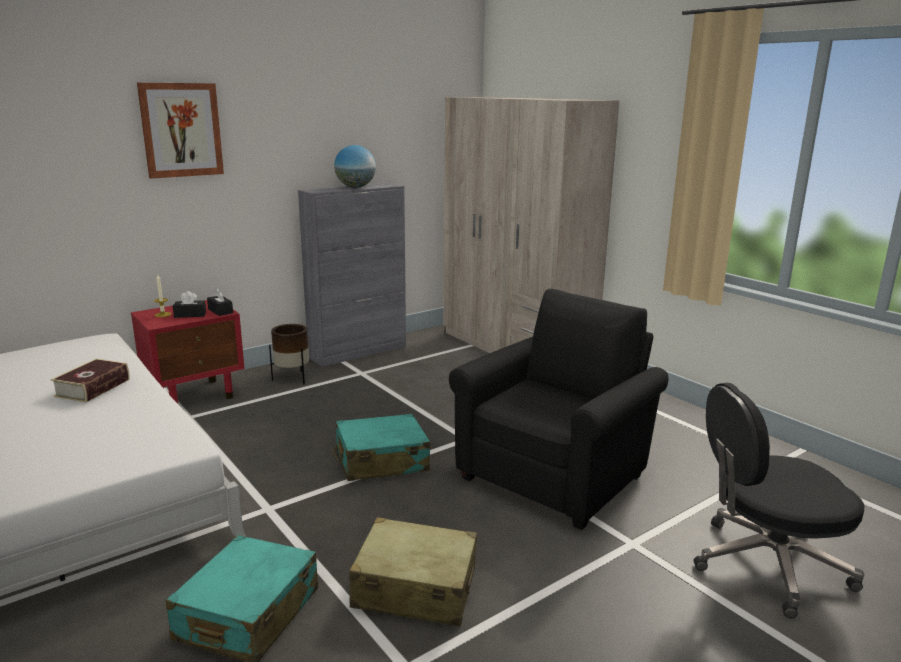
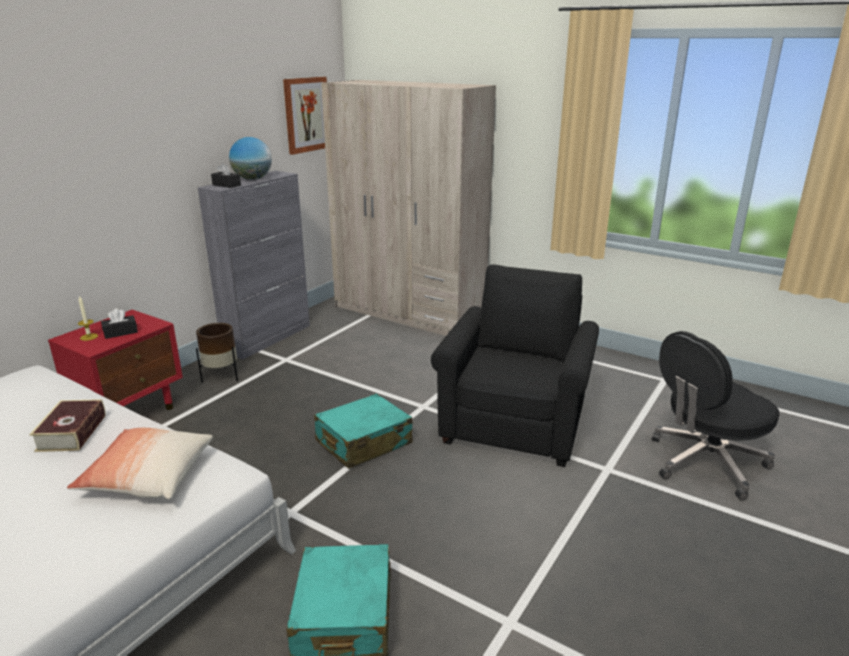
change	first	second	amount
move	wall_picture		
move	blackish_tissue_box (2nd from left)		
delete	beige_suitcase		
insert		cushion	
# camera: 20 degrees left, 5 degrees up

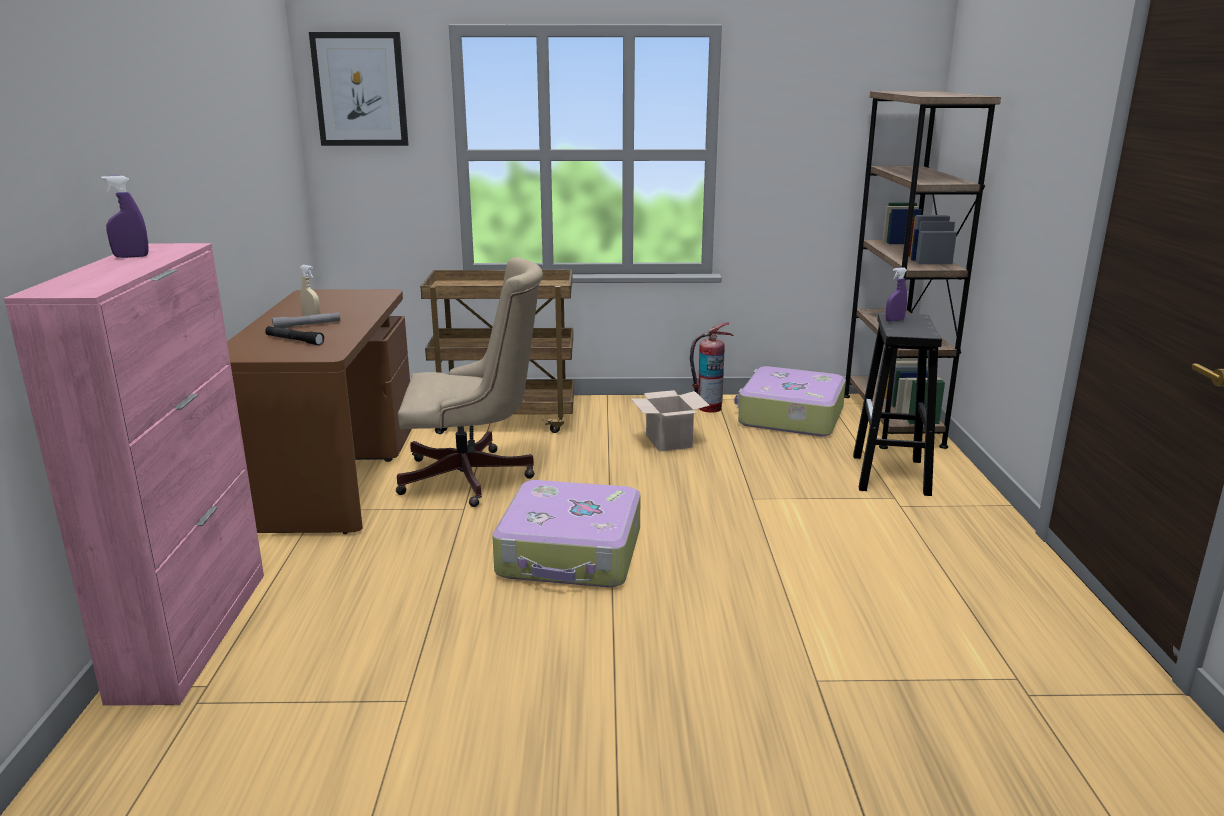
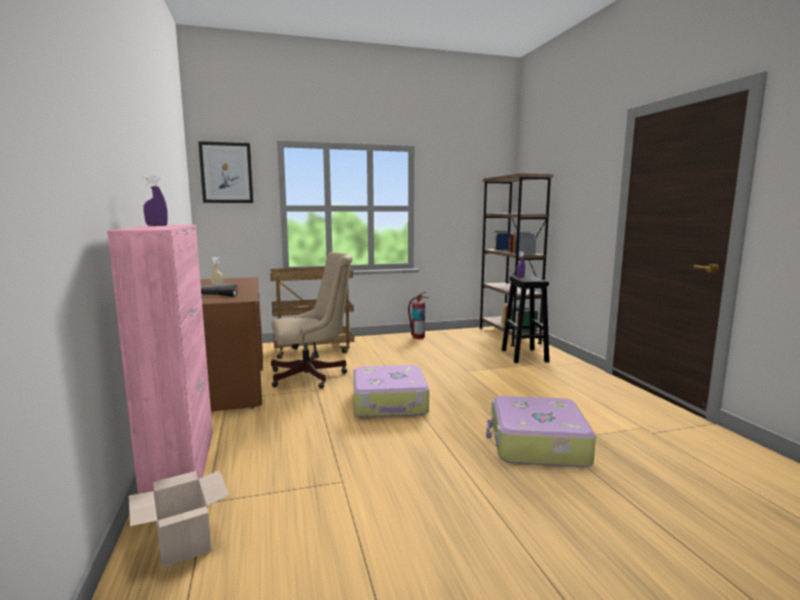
change	first	second	amount
move	carton		
move	suitcase (2nd from left)		
# camera: 15 degrees left, 10 degrees down

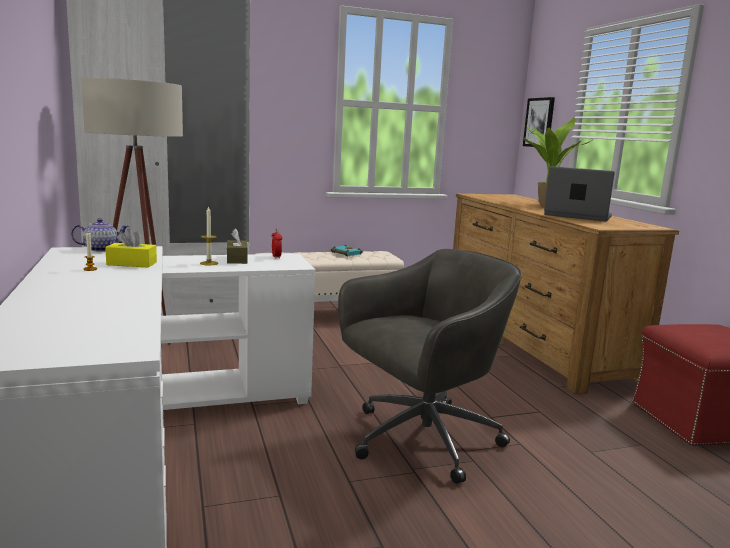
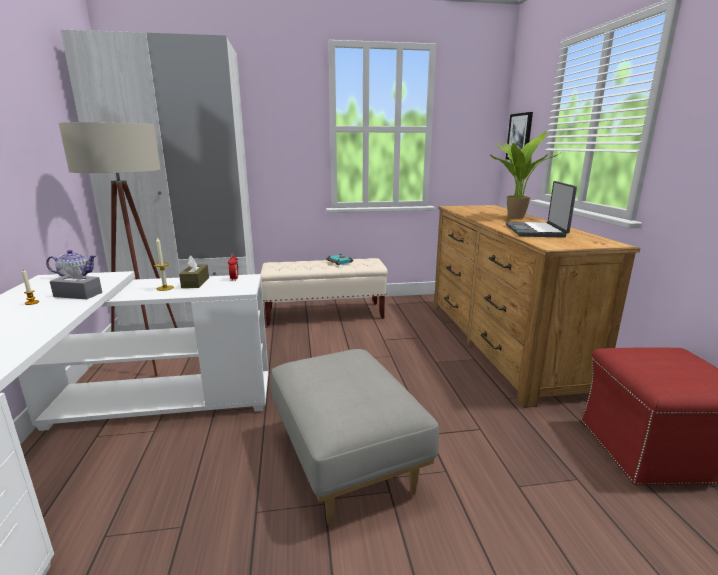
change	first	second	amount
recolor	yellowish_tissue_box	grey_tissue_box	
replace	grey_office_chair	grey_pouffe	
rotate	portable_computer		120 degrees counterclockwise
# camera: 10 degrees right, 5 degrees up

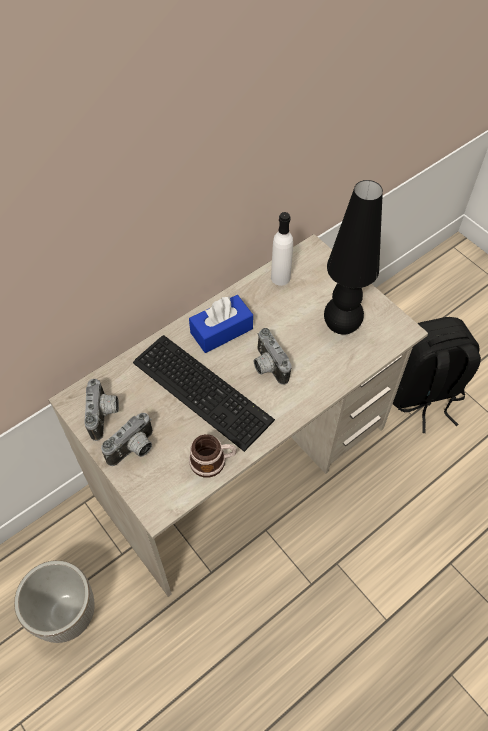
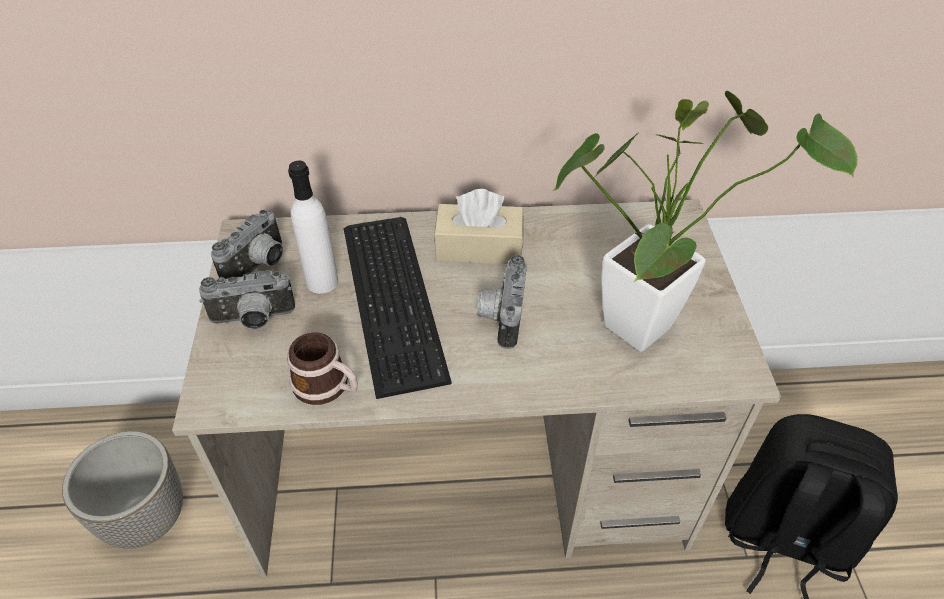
change	first	second	amount
recolor	bluish_tissue_box	beige_tissue_box	
move	whitish_beverage_bottle		
replace	blackish_lamp_for_a_table	potted_plant	
# camera: 35 degrees right, 10 degrees down

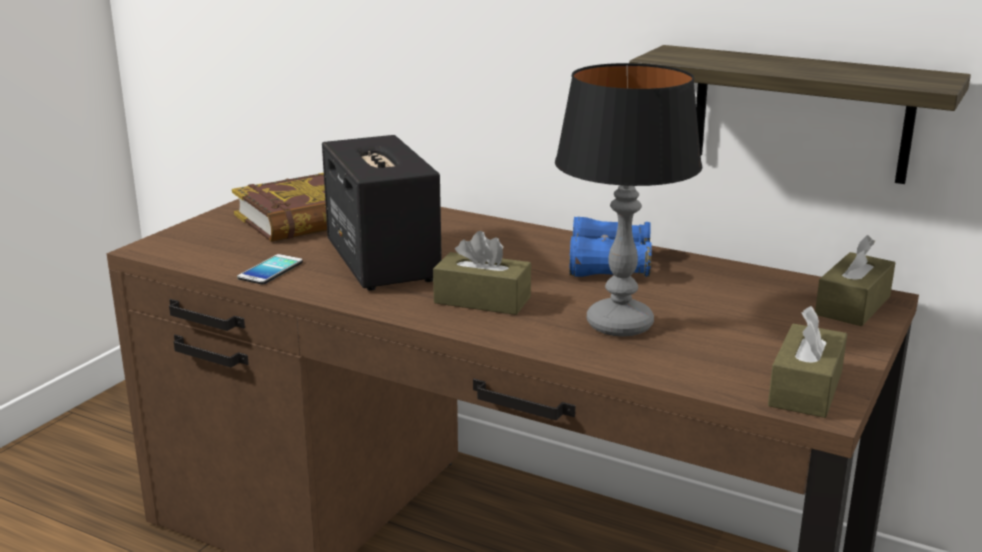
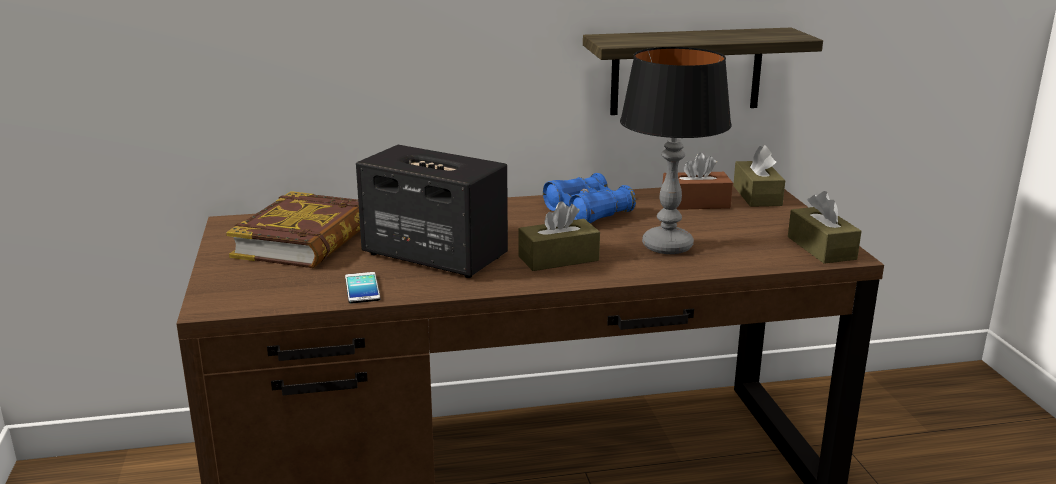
change	first	second	amount
insert		brownish_tissue_box (2nd from left)	
# camera: 40 degrees left, 0 degrees up

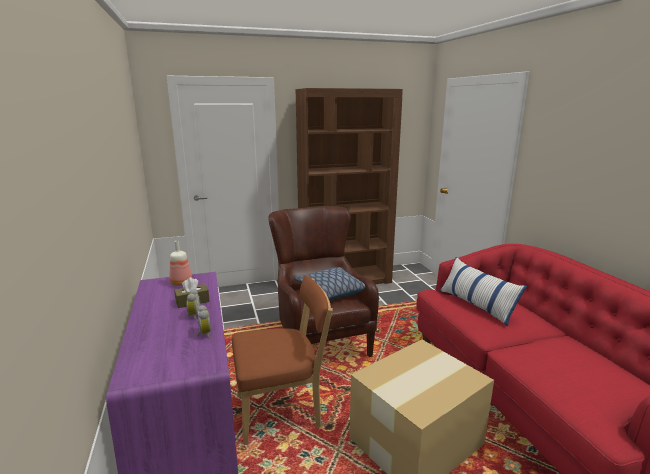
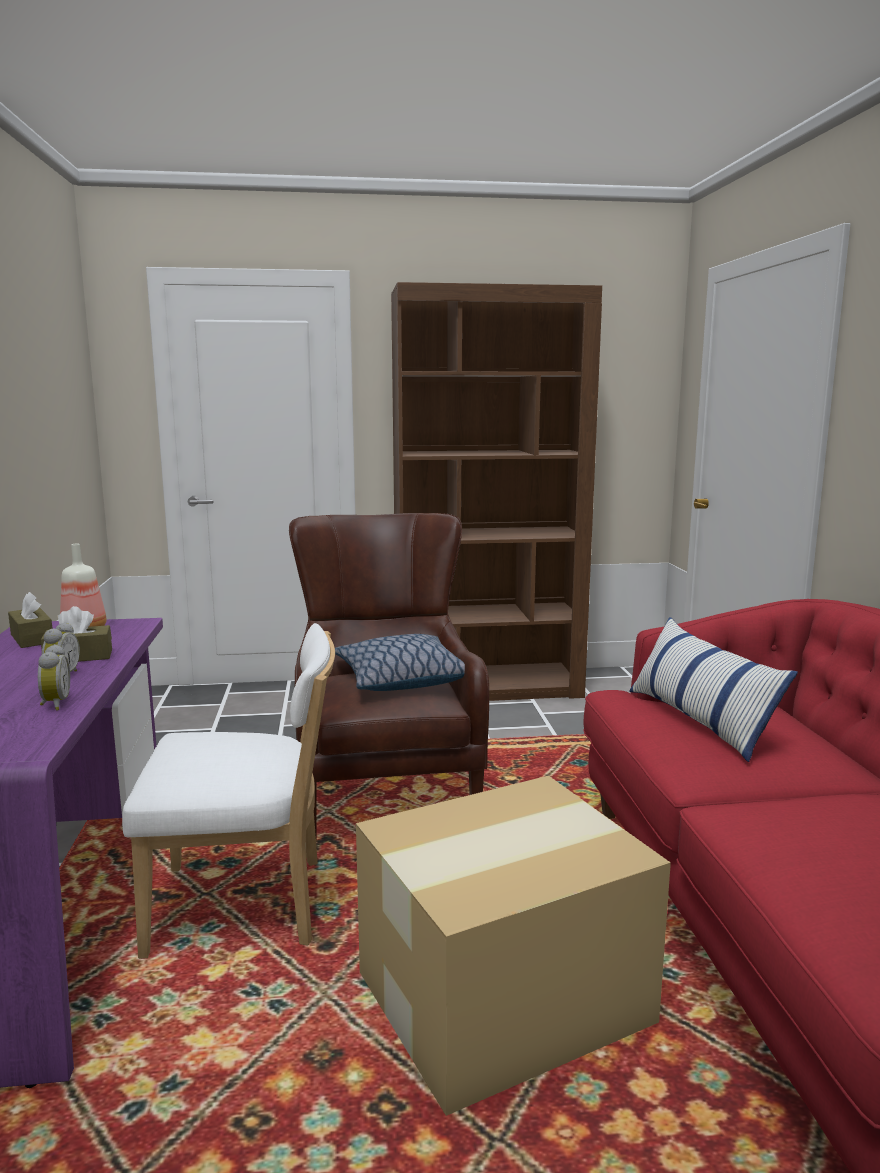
change	first	second	amount
recolor	brownish_upright_chair	whitish_upright_chair	
insert		brownish_tissue_box (1st from left)	
# camera: 10 degrees right, 5 degrees down

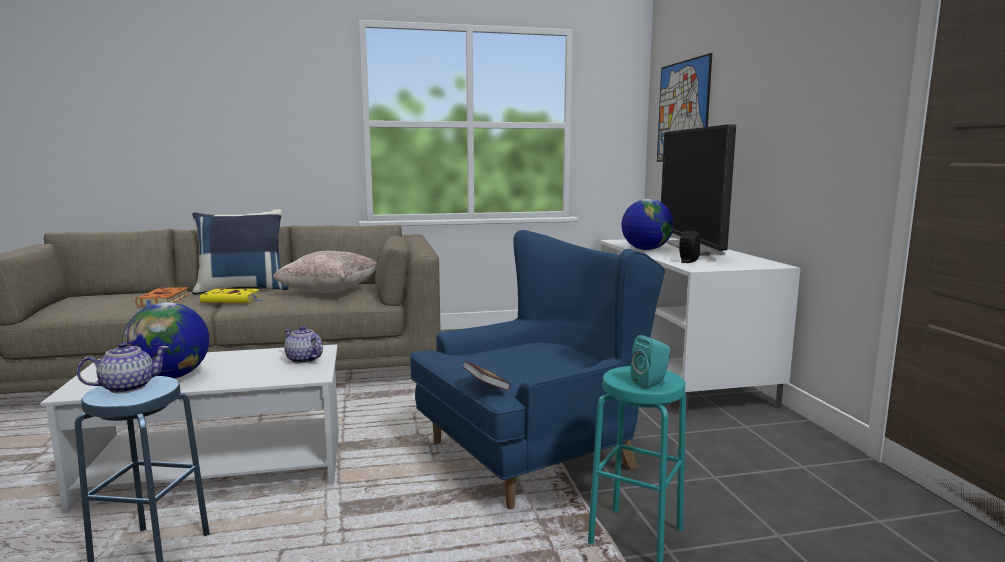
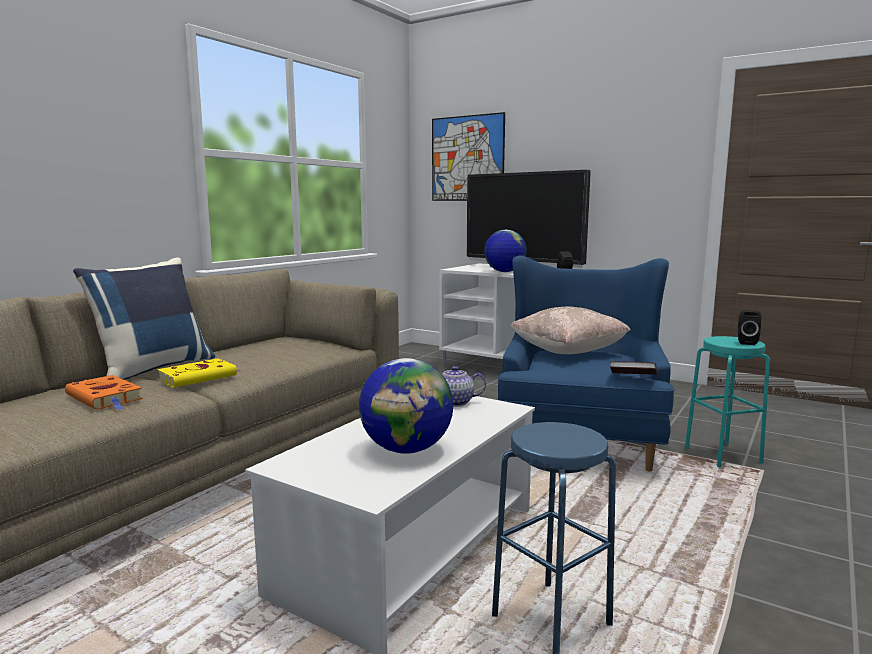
change	first	second	amount
delete	teapot (1st from left)		
move	beige_cushion		
recolor	turquoise-coloured_speaker	blackish_speaker (2nd from left)	
# camera: 45 degrees left, 0 degrees up

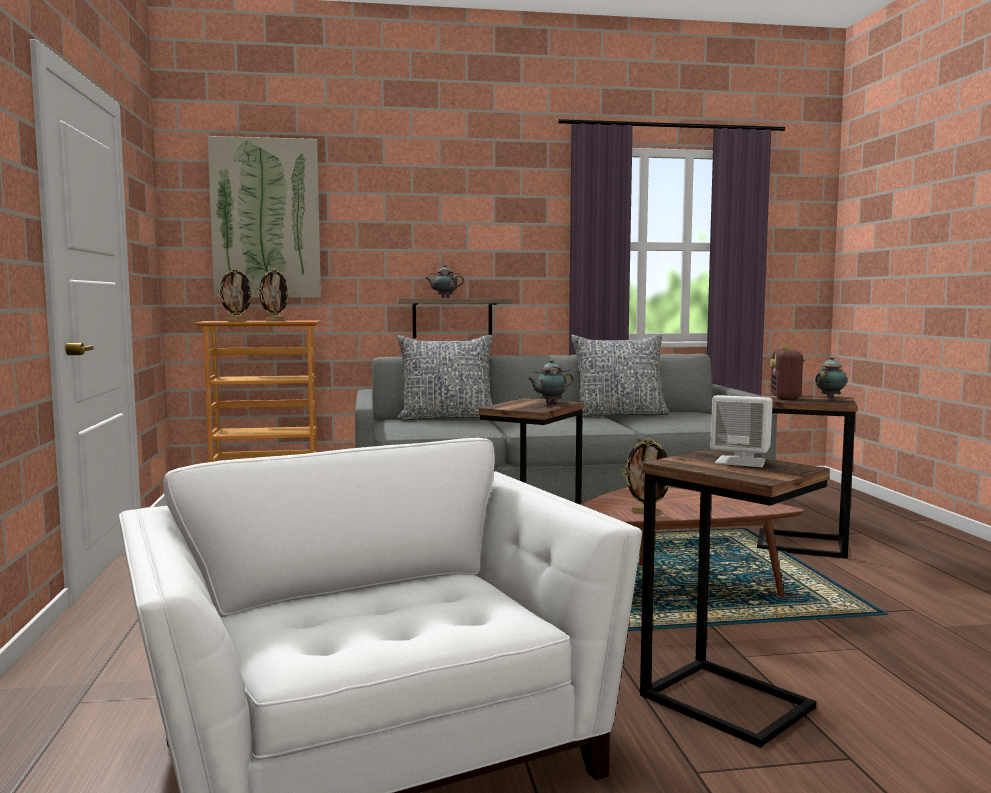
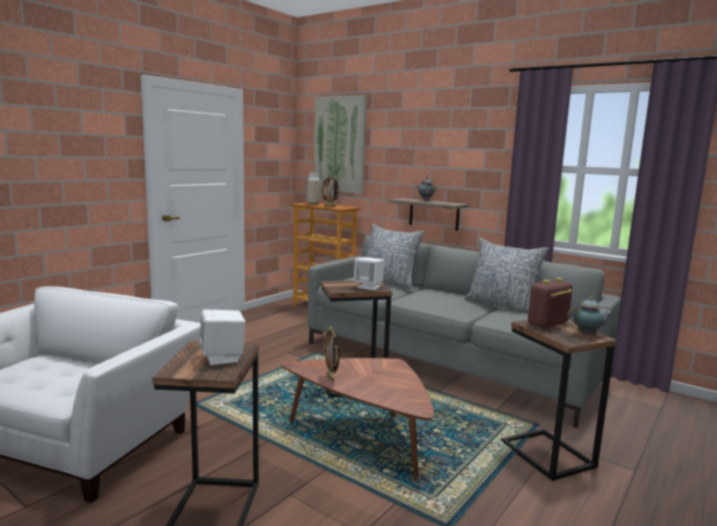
change	first	second	amount
replace	photo_frame (1st from left)	vase	
replace	teapot (2nd from left)	whitish_speaker (2nd from left)	
# camera: 45 degrees right, 5 degrees up

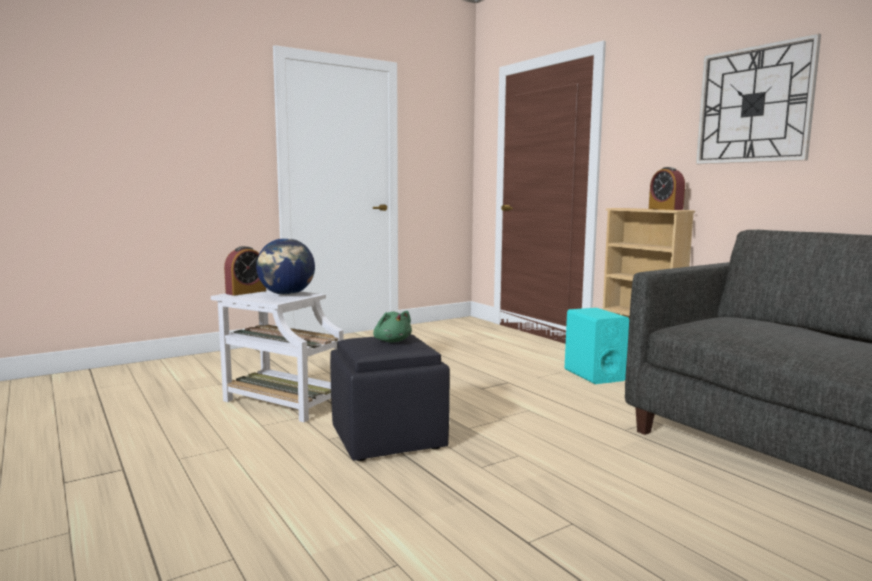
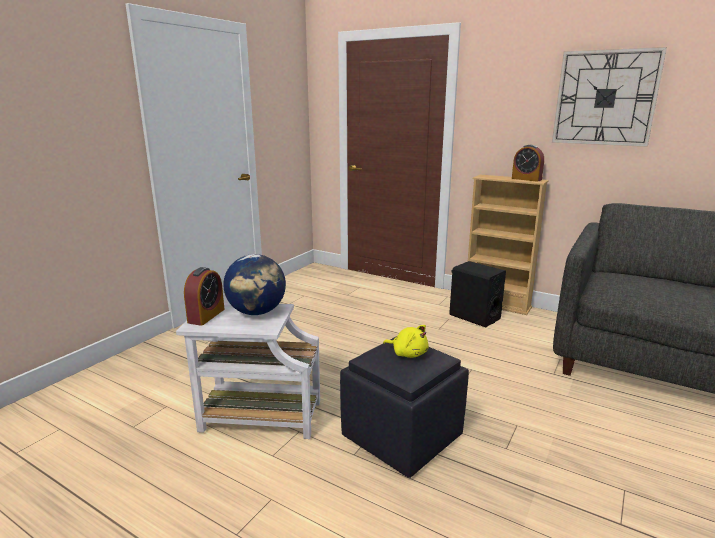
change	first	second	amount
recolor	green-coloured_soft_toy	yellowish_soft_toy	
recolor	turquoise-coloured_speaker	blackish_speaker	
# camera: 25 degrees left, 10 degrees up

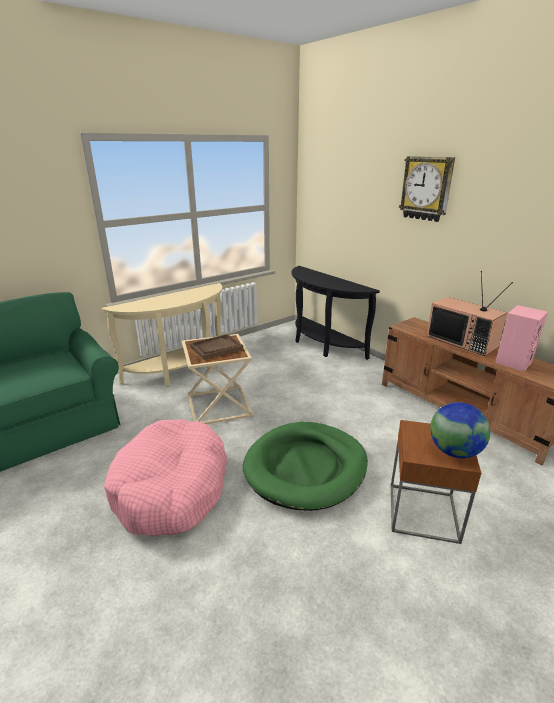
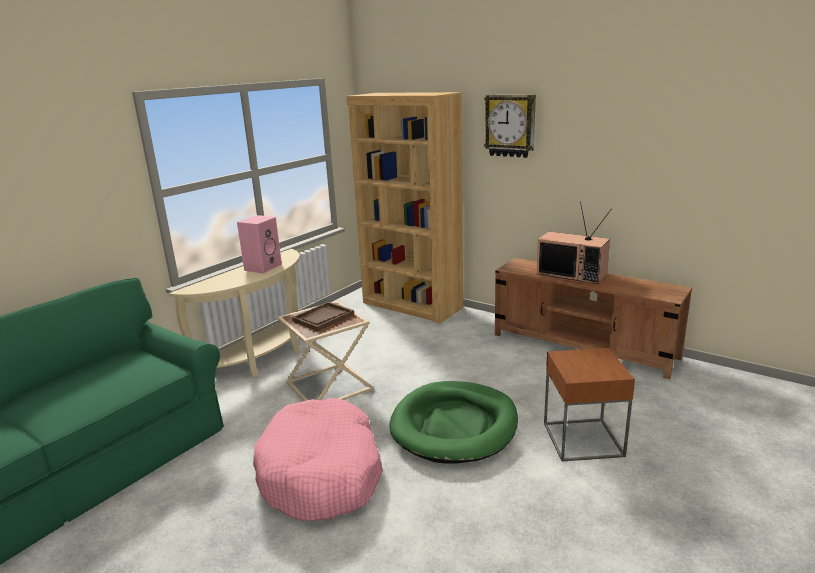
change	first	second	amount
replace	blackish_narrow_table	brownish_shelving_unit	
delete	world_globe		
move	pinkish_speaker		
# camera: 15 degrees left, 5 degrees down

